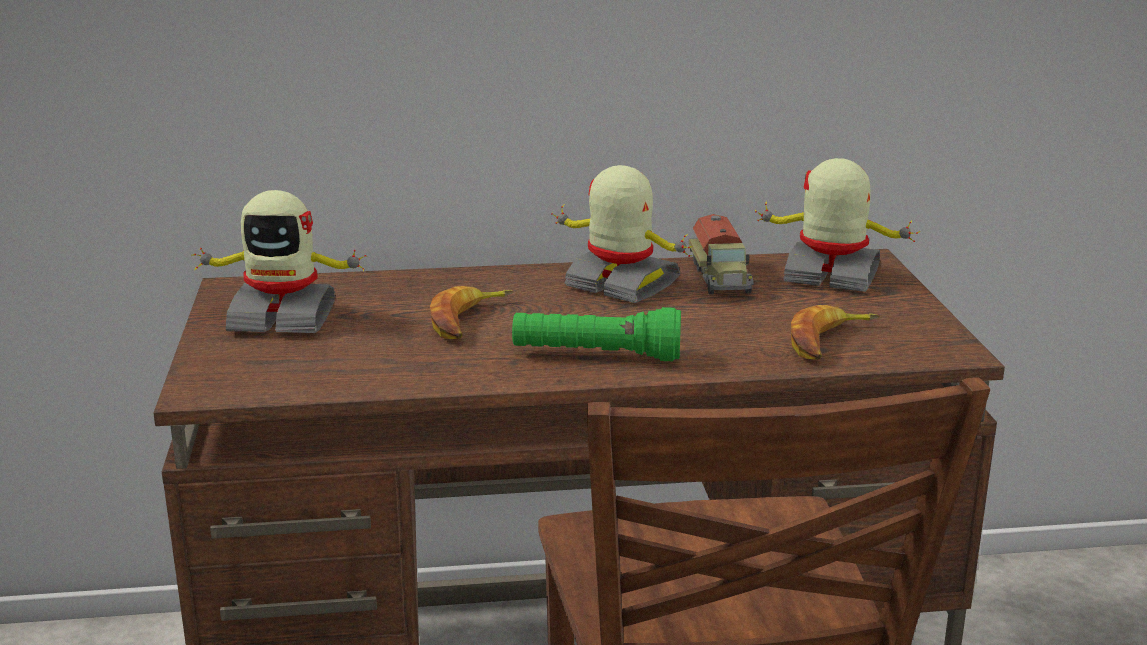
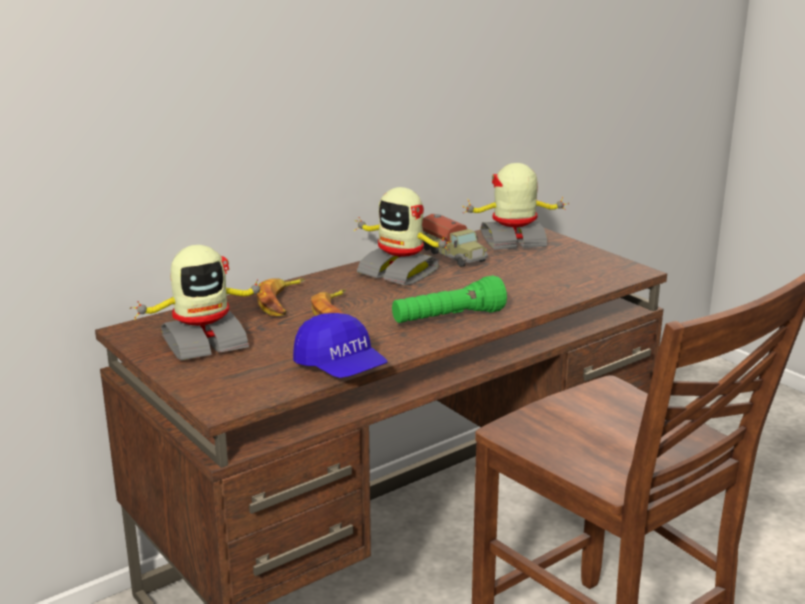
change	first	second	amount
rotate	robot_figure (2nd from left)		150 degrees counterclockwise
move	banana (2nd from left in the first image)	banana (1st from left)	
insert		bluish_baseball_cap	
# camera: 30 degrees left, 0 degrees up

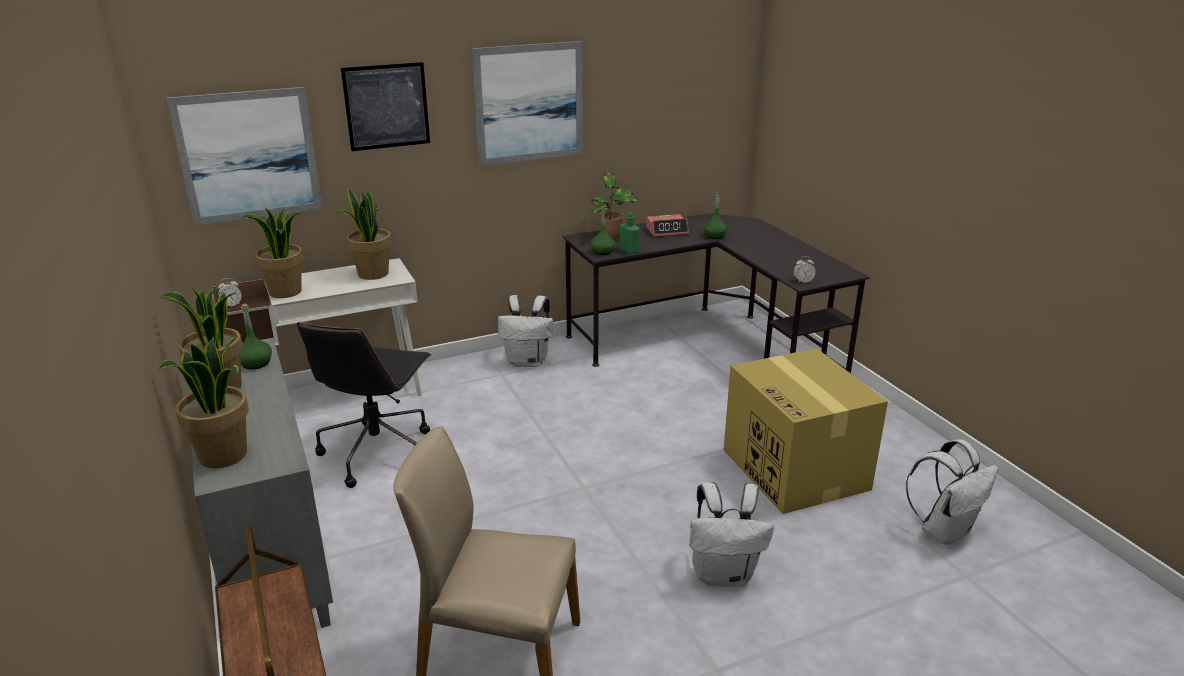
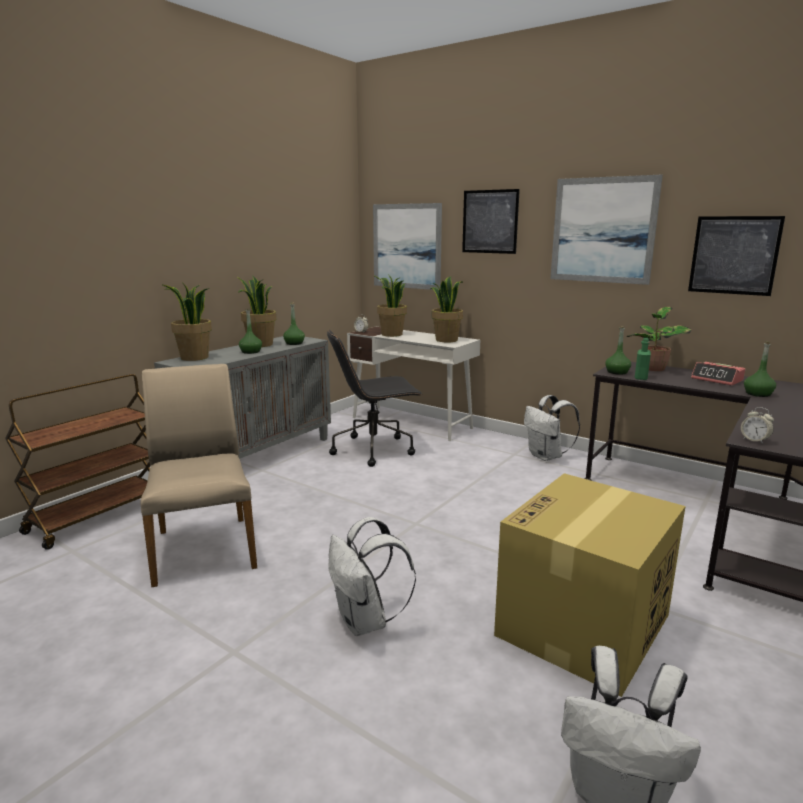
change	first	second	amount
insert		green-coloured_beverage_bottle (1st from left)	
insert		wall_picture (4th from left)	
# camera: 60 degrees right, 10 degrees down

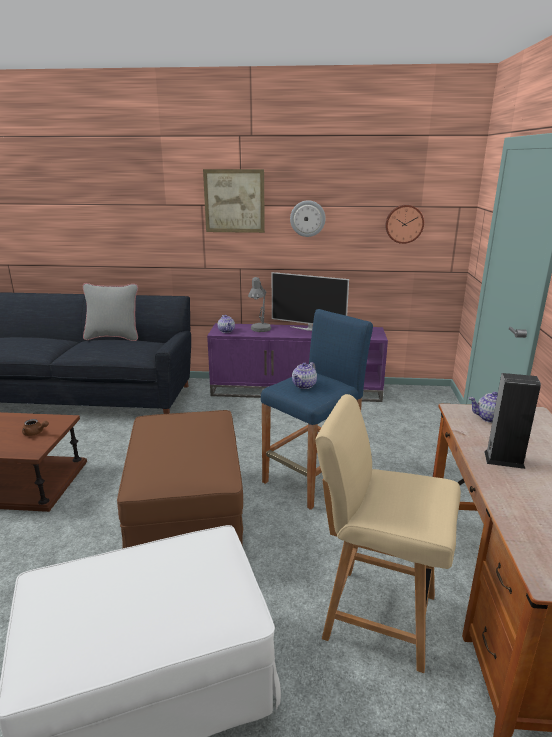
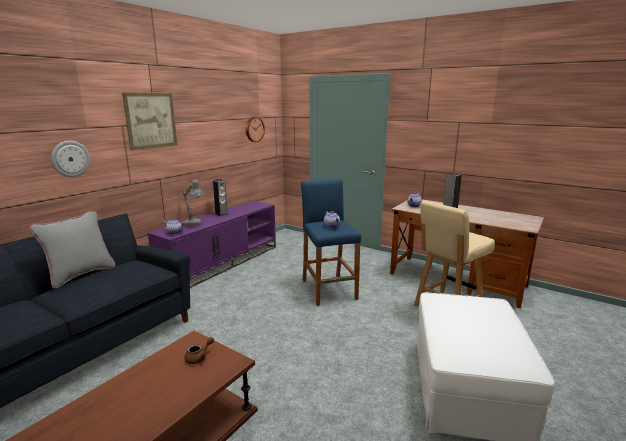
change	first	second	amount
delete	brownish_pouffe		
replace	TV_set	speaker (1st from left)	
move	clock_on_the_wall (1st from left)		
# camera: 60 degrees left, 5 degrees down

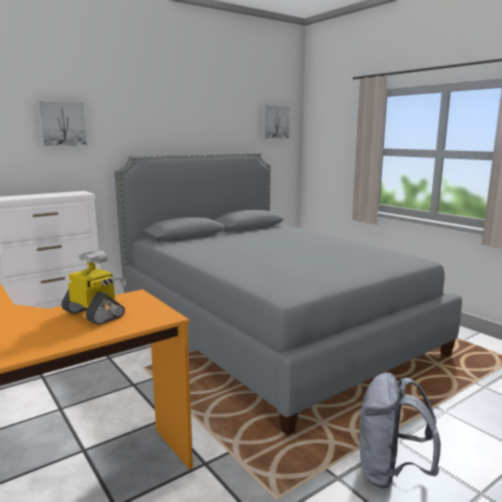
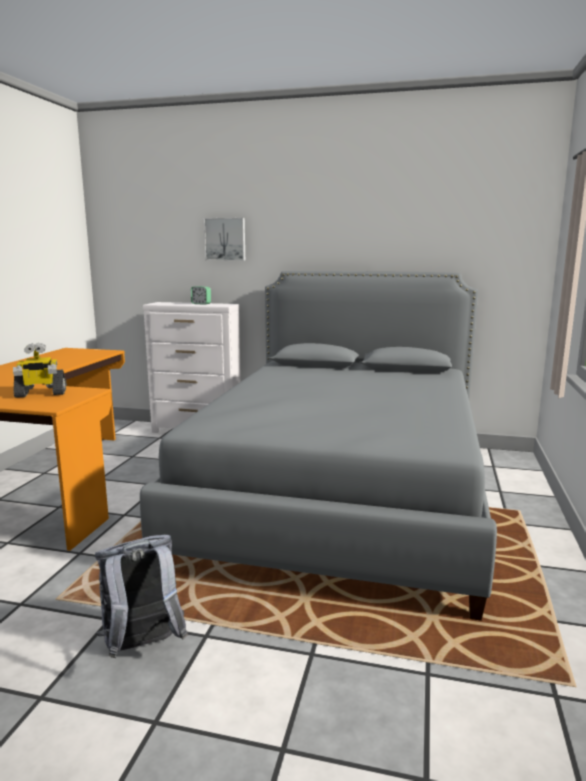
change	first	second	amount
rotate	robot_figure		75 degrees clockwise
delete	wall_picture (2nd from left)		
insert		alarm_clock	
# camera: 50 degrees right, 0 degrees up

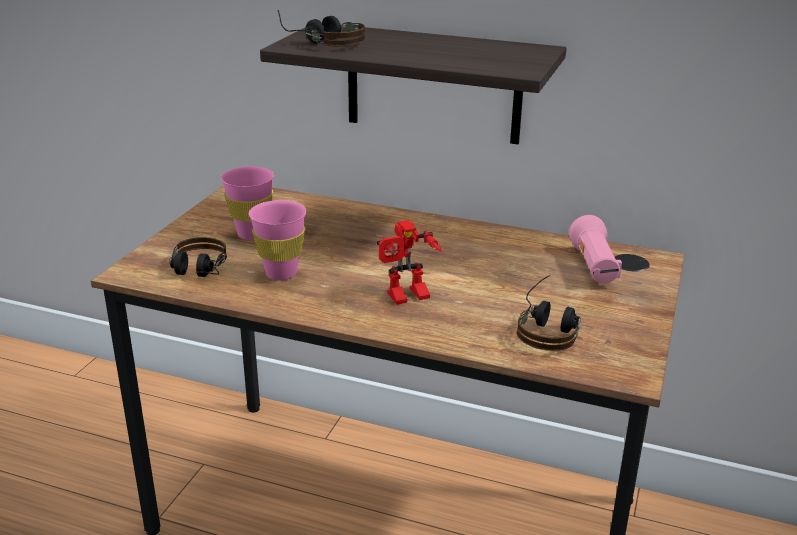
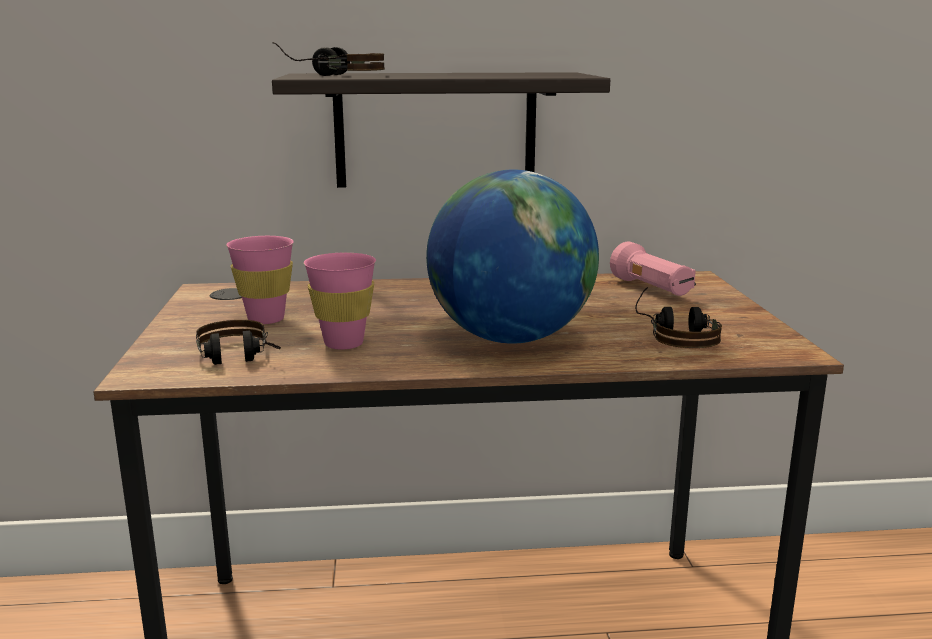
change	first	second	amount
replace	robot_figure	world_globe	
# camera: 25 degrees left, 10 degrees down

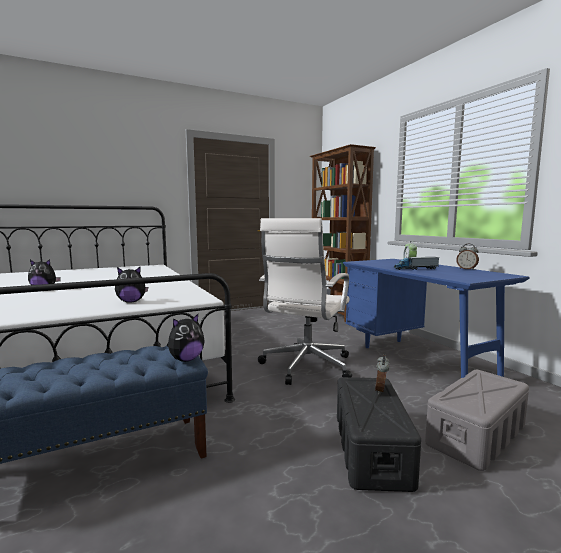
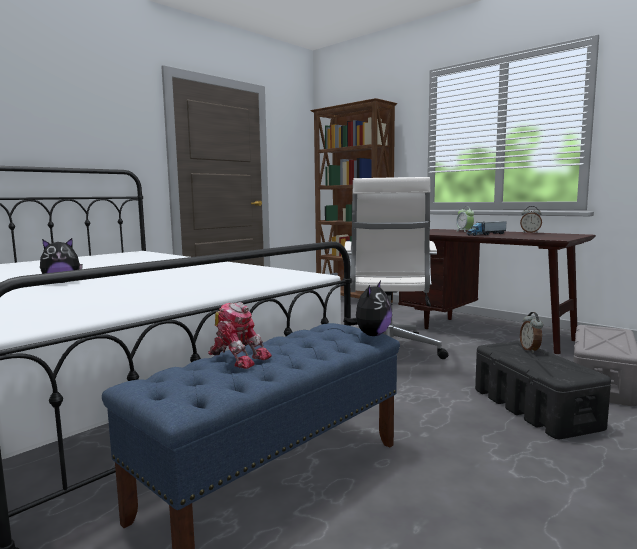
change	first	second	amount
delete	soft_toy (2nd from left)		
recolor	bluish_desk	brownish_desk	
insert		robot_figure	
# camera: 20 degrees left, 0 degrees up

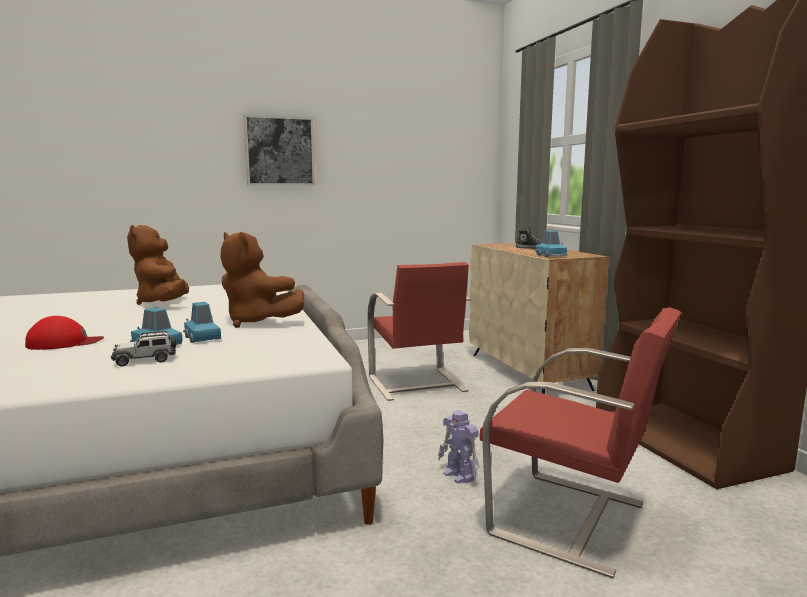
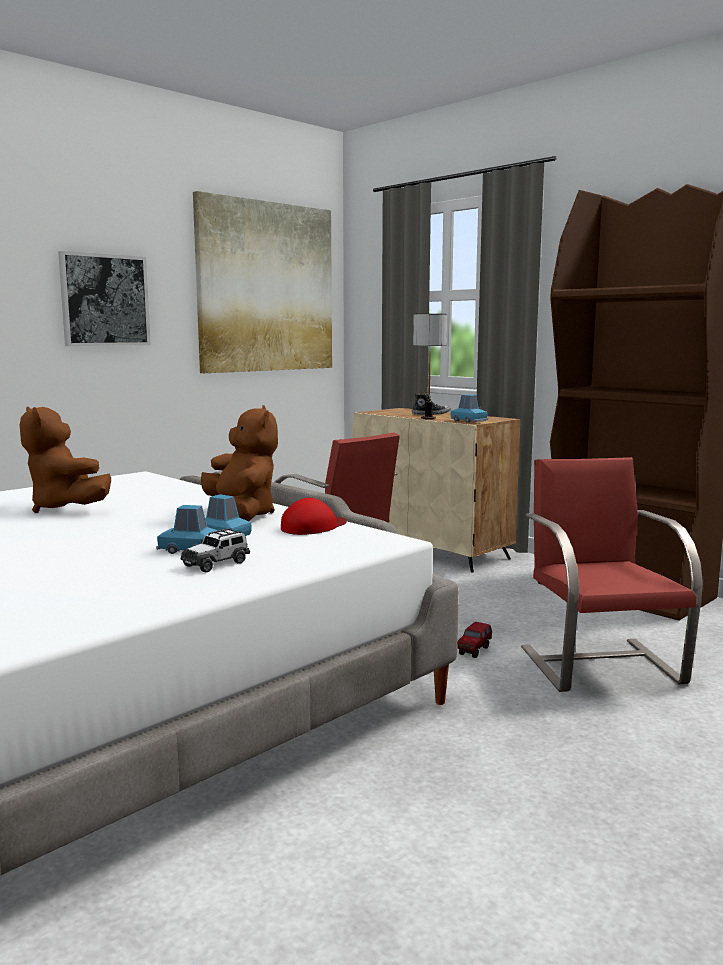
change	first	second	amount
move	red-coloured_baseball_cap		
rotate	brownish_soft_toy (2nd from left)		120 degrees counterclockwise
replace	robot_figure	toy_truck	
rotate	red-coloured_upright_chair (2nd from left)		105 degrees counterclockwise
insert		wall_picture (2nd from left)	
insert		lamp_for_a_table	
# camera: 25 degrees left, 0 degrees up

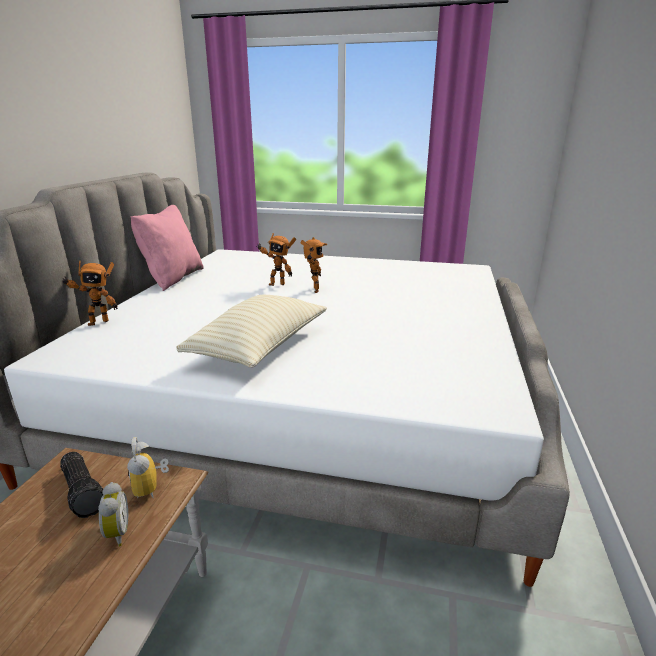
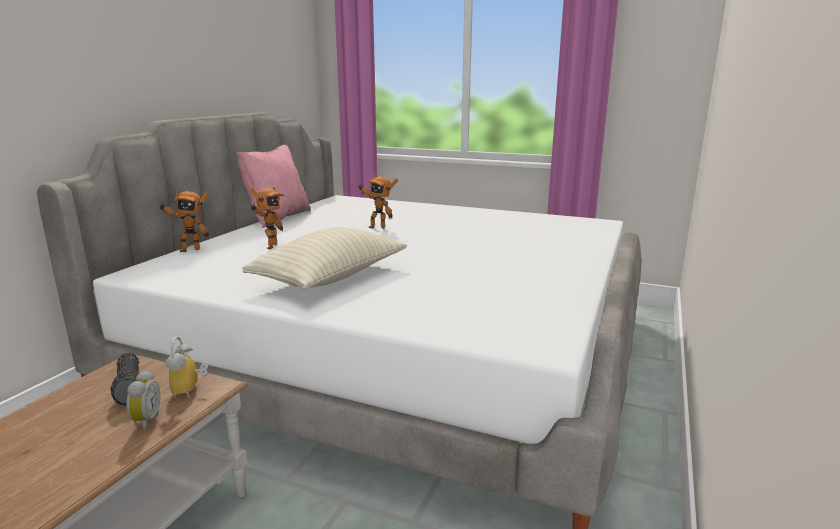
change	first	second	amount
move	robot_figure (3rd from left in the first image)	robot_figure (2nd from left)	
# camera: 10 degrees right, 5 degrees down

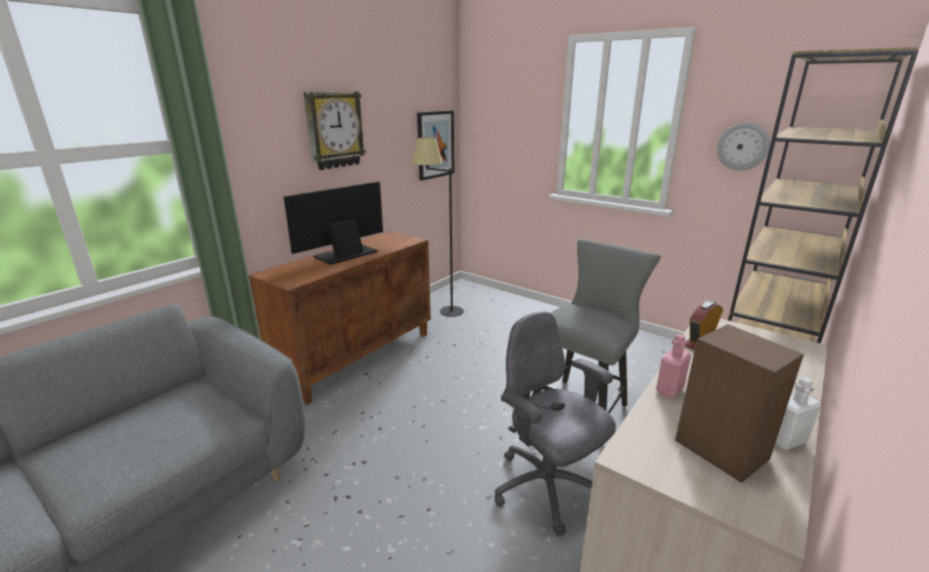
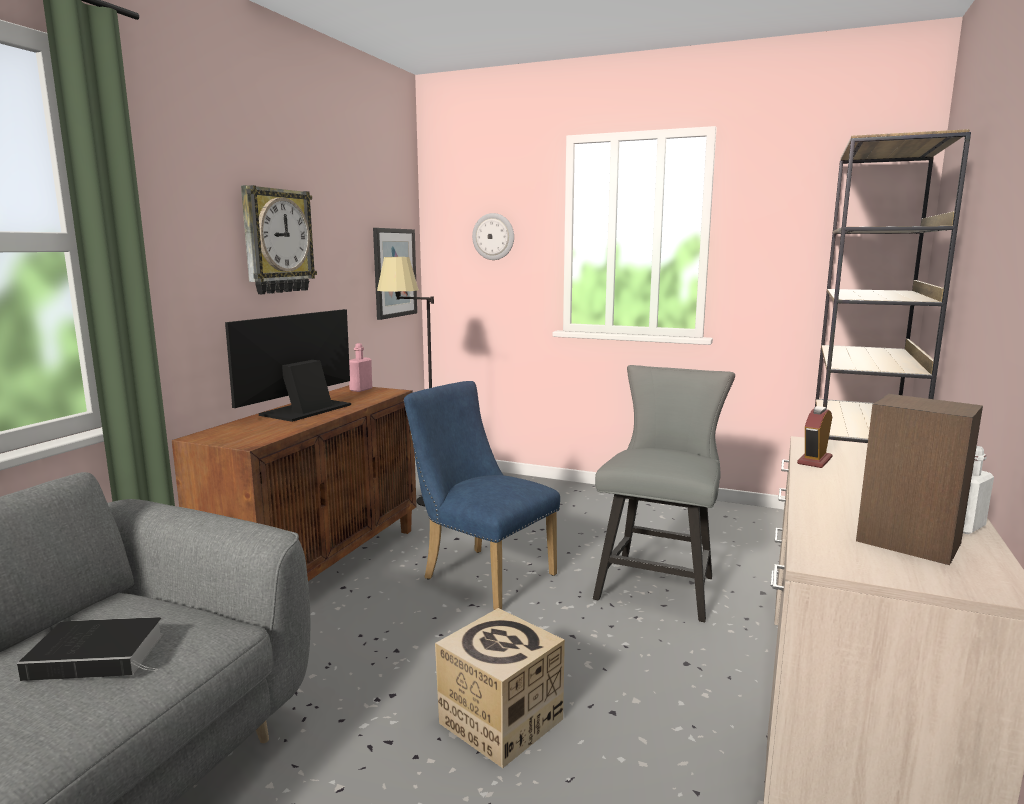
change	first	second	amount
delete	grey_office_chair		
move	pinkish_beverage_bottle		
move	clock_on_the_wall (2nd from left)		
insert		volume	
insert		bluish_upright_chair	
insert		carton	
# camera: 15 degrees left, 10 degrees down

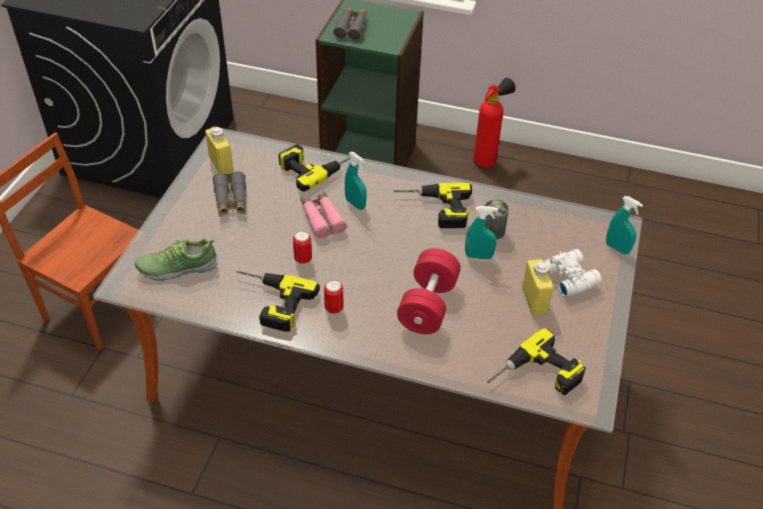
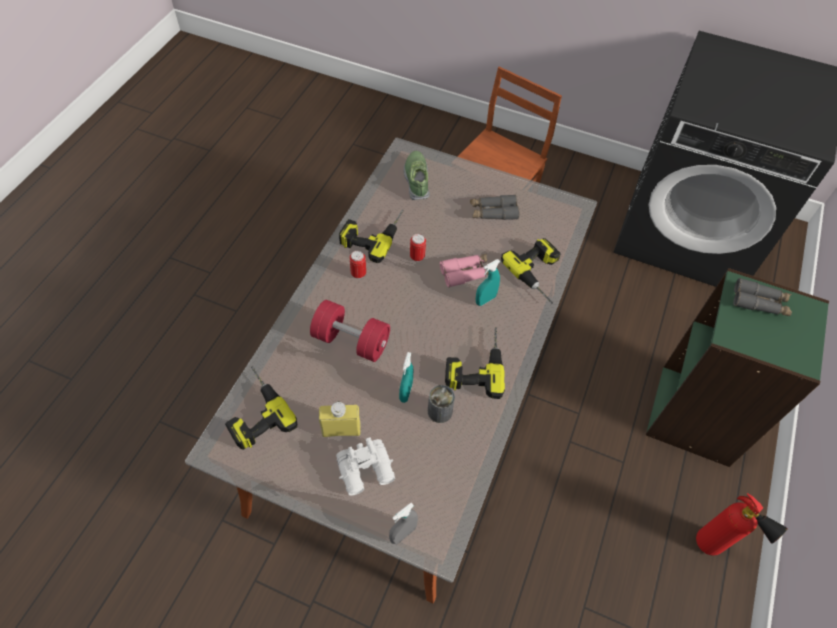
change	first	second	amount
delete	yellowish_beverage_bottle (1st from left)		
recolor	turquoise-coloured_hand_sprayer (3rd from left)	grey_hand_sprayer	
# camera: 95 degrees right, 10 degrees up

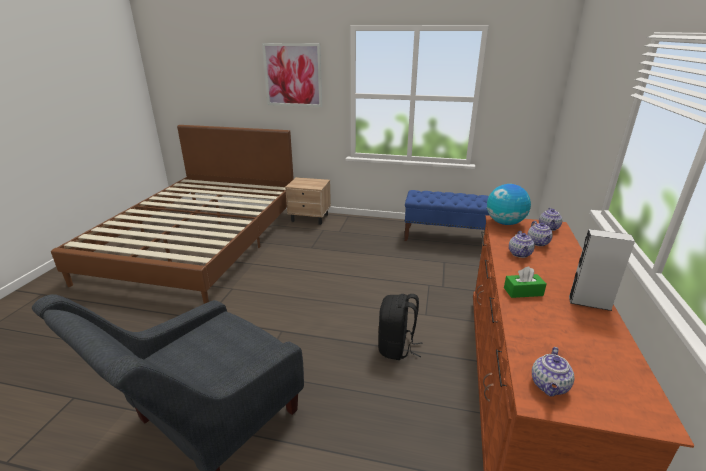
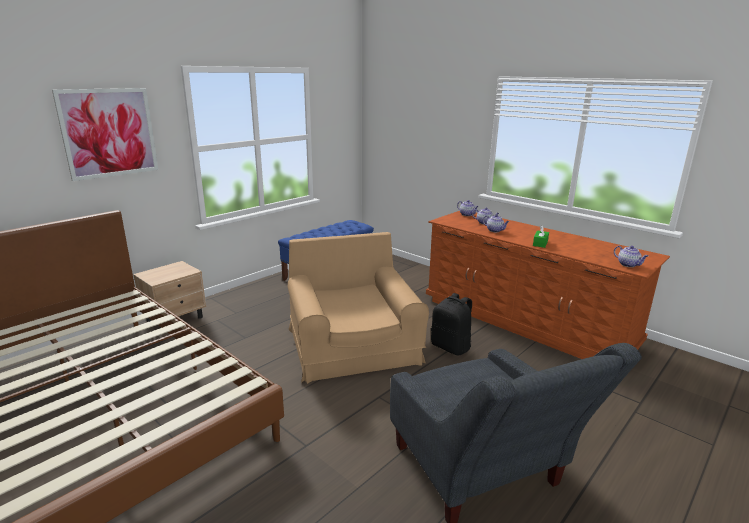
change	first	second	amount
delete	world_globe		
delete	grey_speaker		
insert		brownish_armchair	
# camera: 60 degrees left, 5 degrees down

